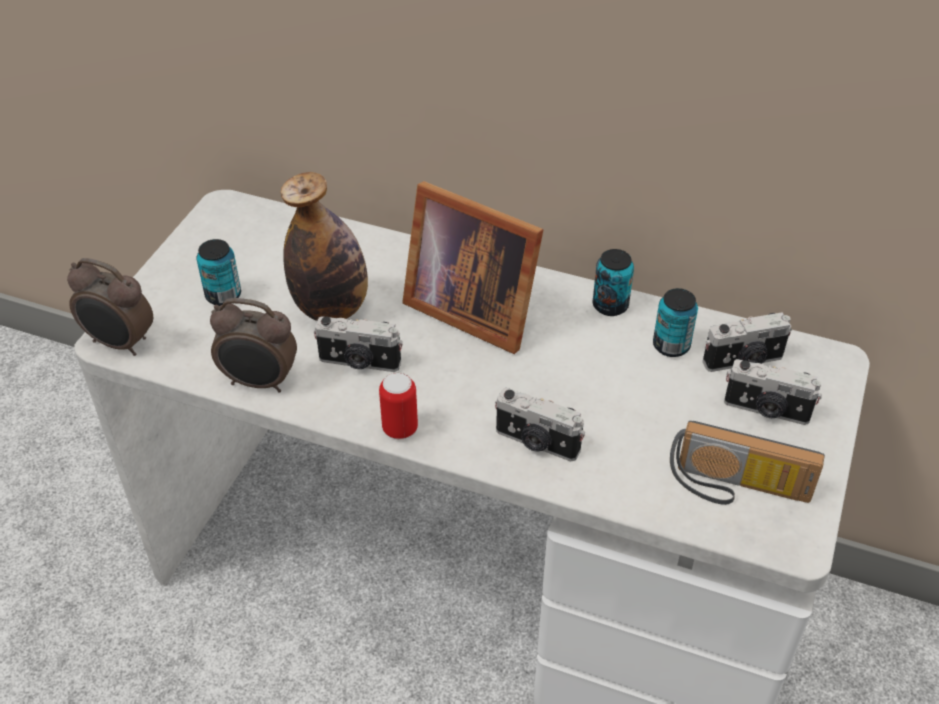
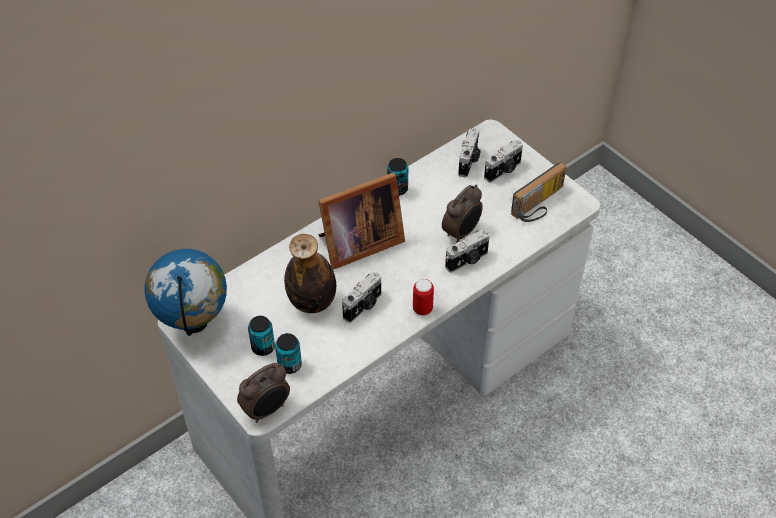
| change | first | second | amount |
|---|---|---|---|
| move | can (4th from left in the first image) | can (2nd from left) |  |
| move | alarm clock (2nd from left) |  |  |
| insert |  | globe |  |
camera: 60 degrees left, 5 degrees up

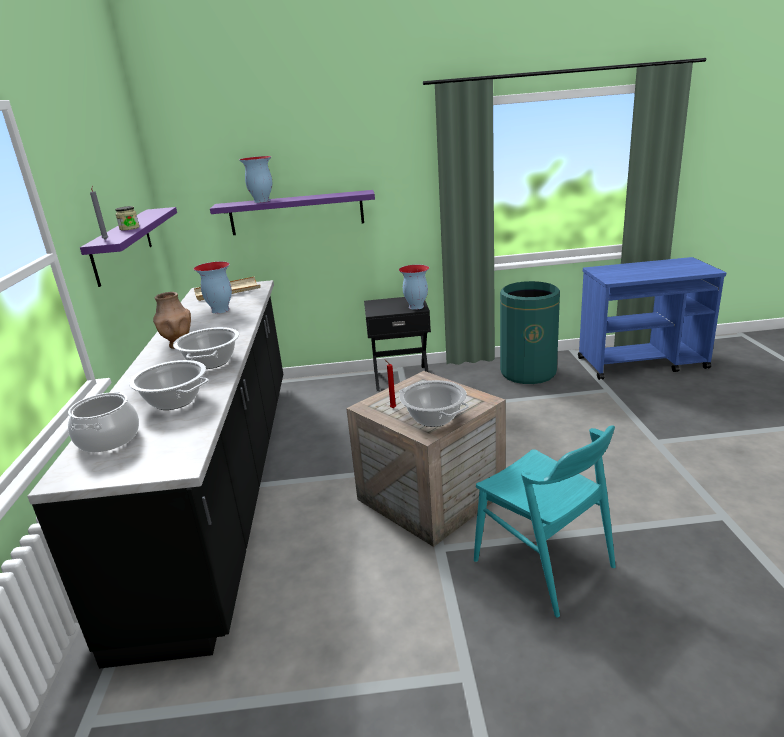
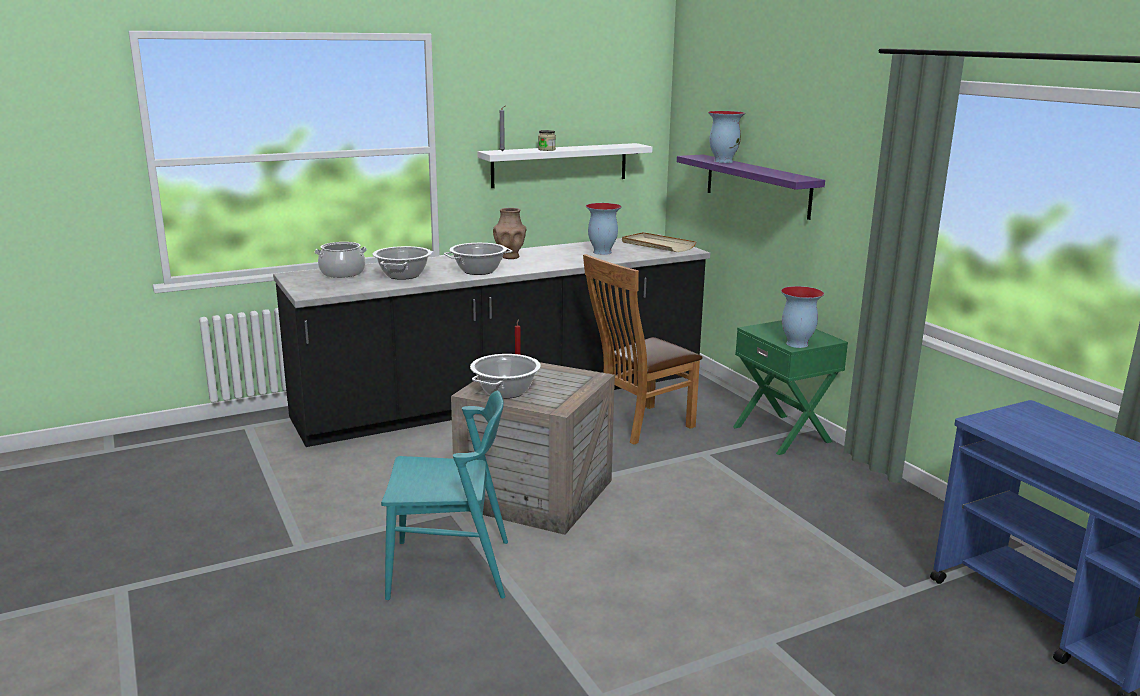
| change | first | second | amount |
|---|---|---|---|
| recolor | shelf/purple (1st from left) | shelf/white |  |
| delete | trash can/green |  |  |
| recolor | nightstand/black | nightstand/green |  |
| rotate | chair/turquoise |  | 120 degrees counterclockwise |
| insert |  | chair/brown |  |
camera: 65 degrees right, 5 degrees down

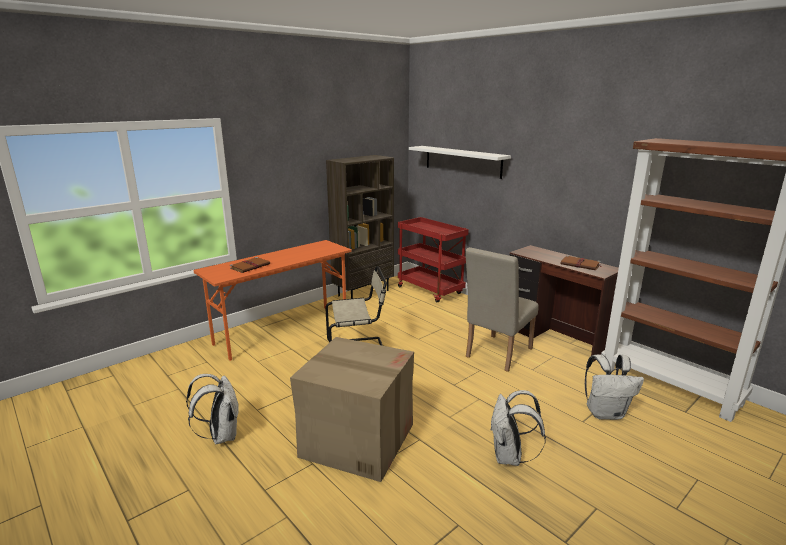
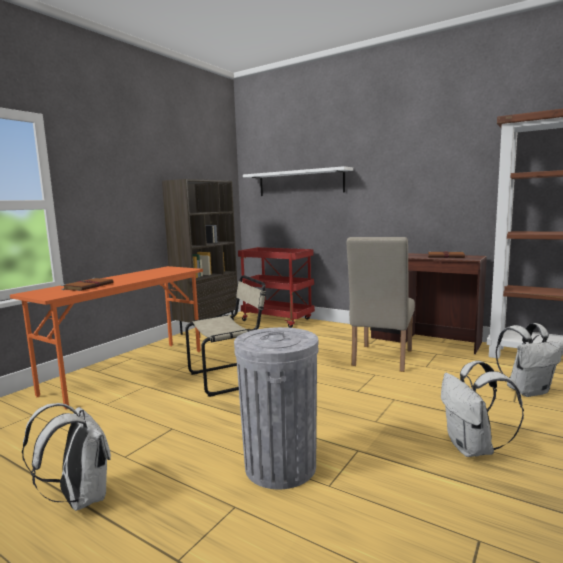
| change | first | second | amount |
|---|---|---|---|
| replace | cardboard box | trash can/grey |  |
camera: 15 degrees left, 10 degrees down

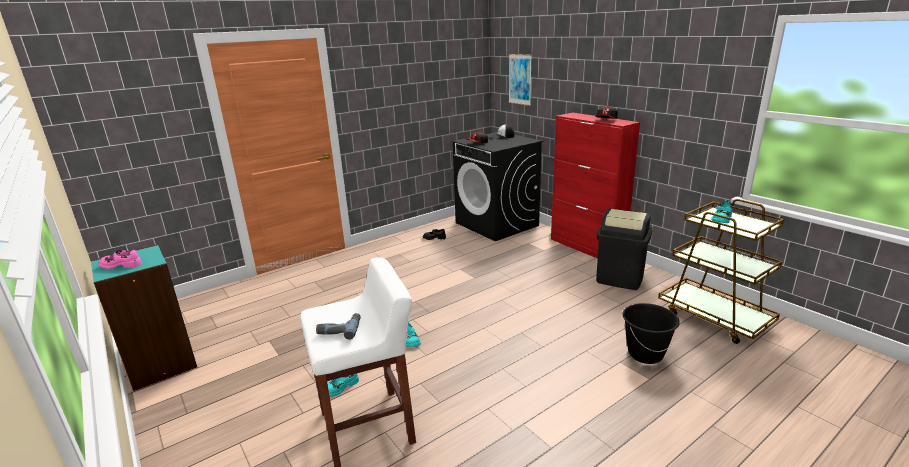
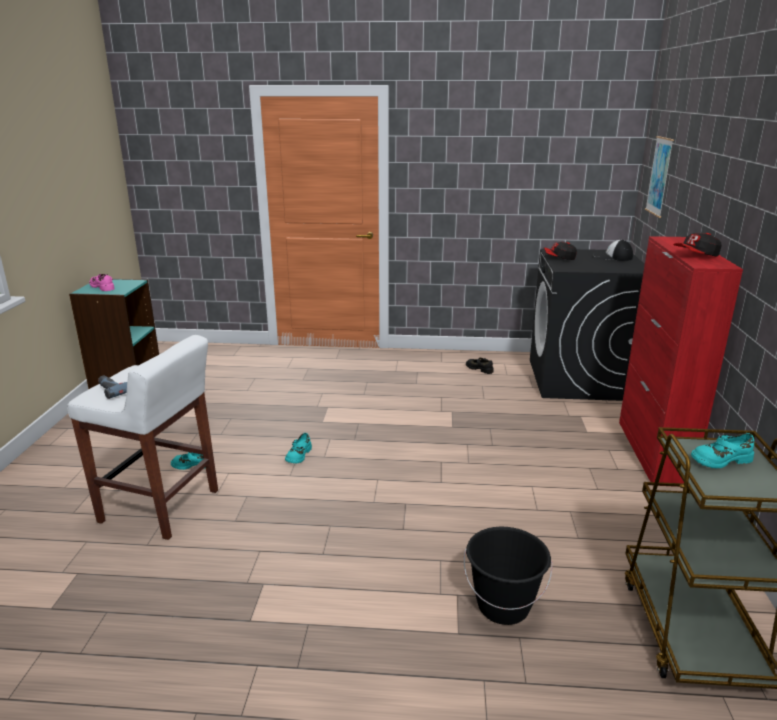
| change | first | second | amount |
|---|---|---|---|
| delete | trash can/black |  |  |
camera: 40 degrees right, 0 degrees up

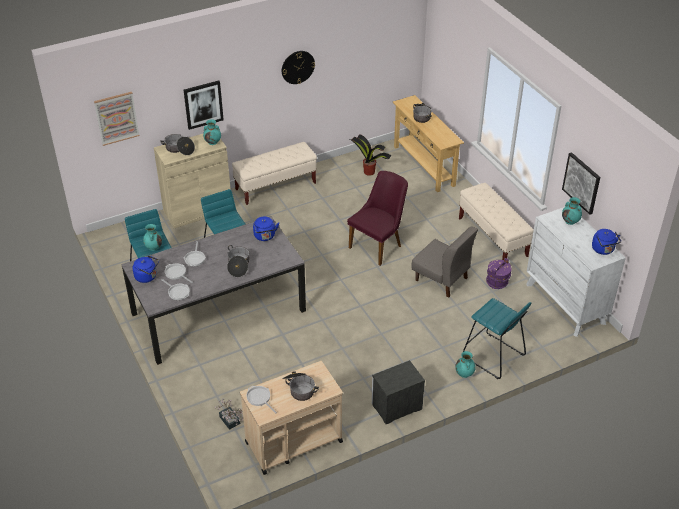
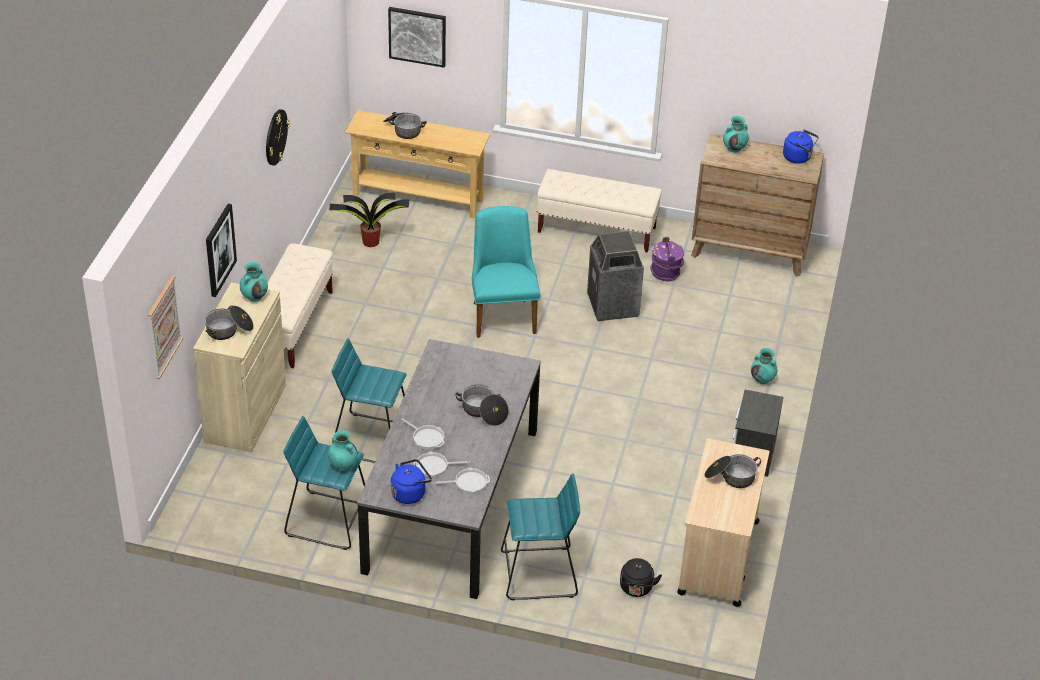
| change | first | second | amount |
|---|---|---|---|
| move | picture (3rd from left) |  |  |
| recolor | chair/purple | chair/turquoise |  |
| recolor | dresser/white | dresser/brown |  |
| delete | kettle/blue (2nd from left) |  |  |
| replace | chair/grey | trash can |  |
| move | stool/turquoise (3rd from left) |  |  |
| delete | frying pan (4th from left) |  |  |
| replace | potted plant (1st from left) | kettle/black |  |
camera: 50 degrees left, 0 degrees up

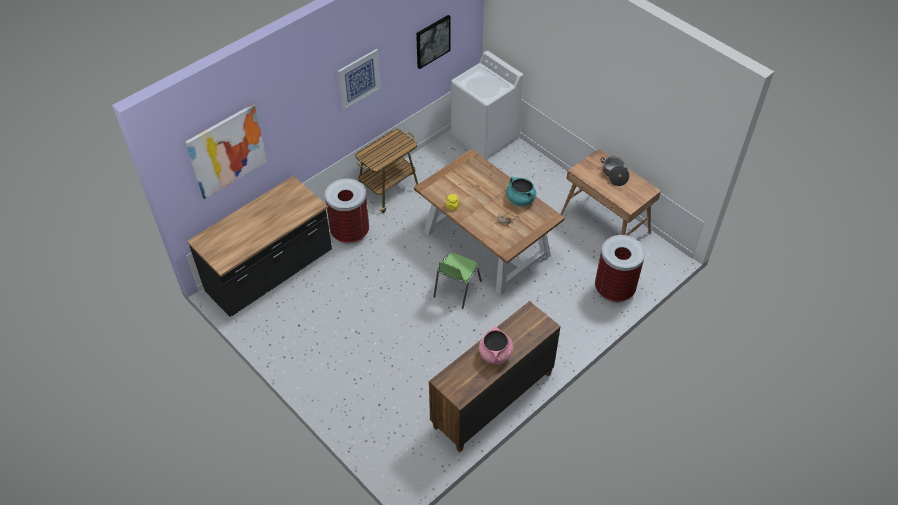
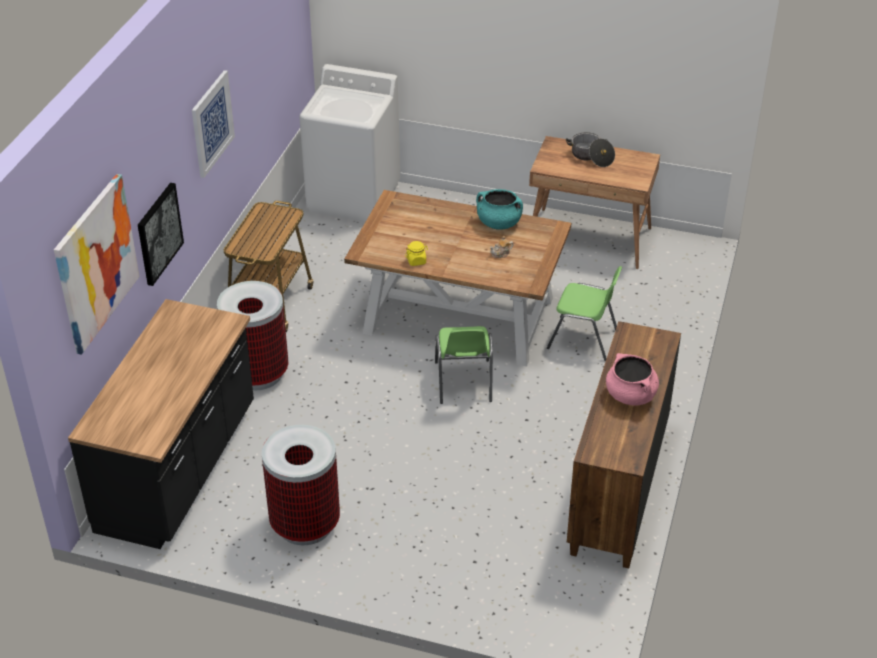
| change | first | second | amount |
|---|---|---|---|
| move | picture (3rd from left in the first image) | picture (2nd from left) |  |
| move | trash can (2nd from left) |  |  |
| insert |  | chair/green (2nd from left) |  |
camera: 30 degrees left, 10 degrees down

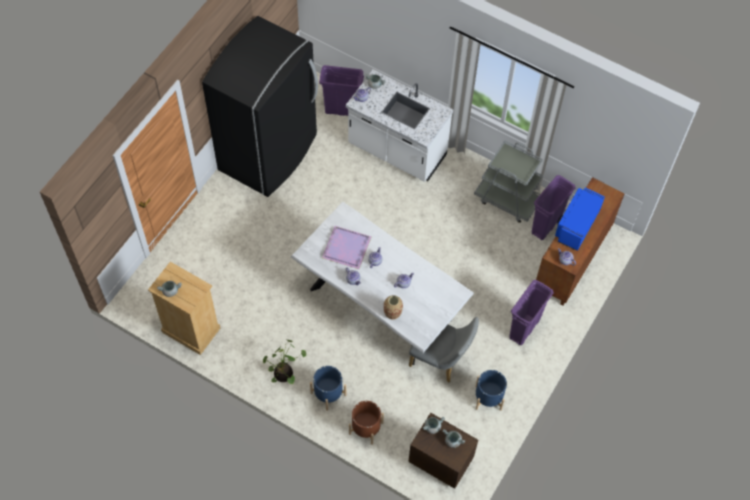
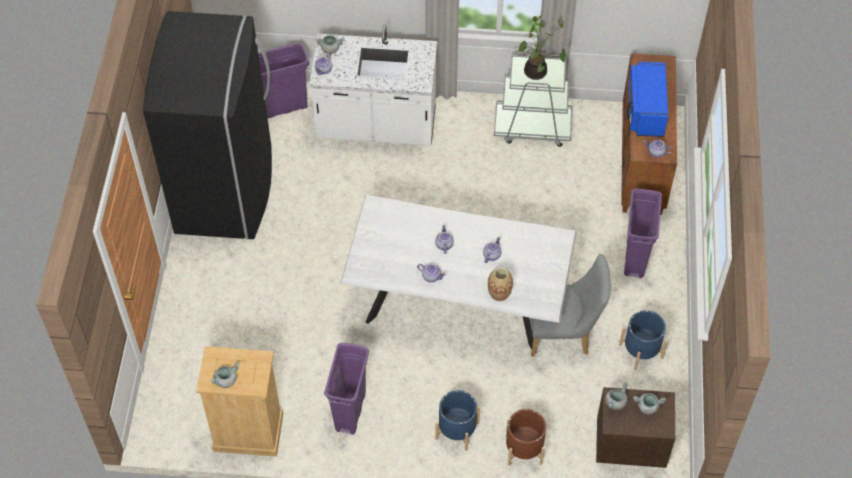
| change | first | second | amount |
|---|---|---|---|
| move | trash can/purple (3rd from left in the first image) | trash can/purple (2nd from left) |  |
| delete | tray/purple |  |  |
| move | potted plant |  |  |
camera: 25 degrees left, 5 degrees down

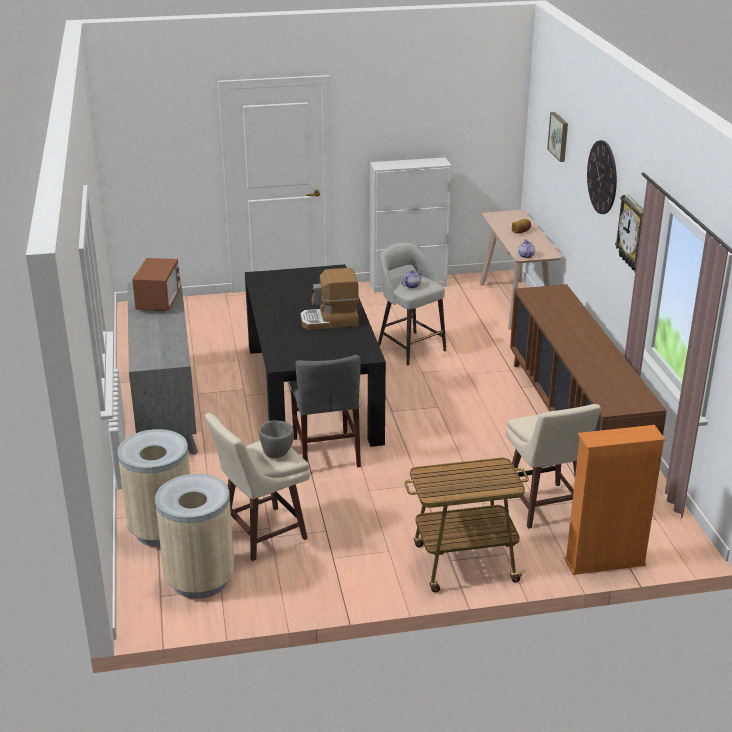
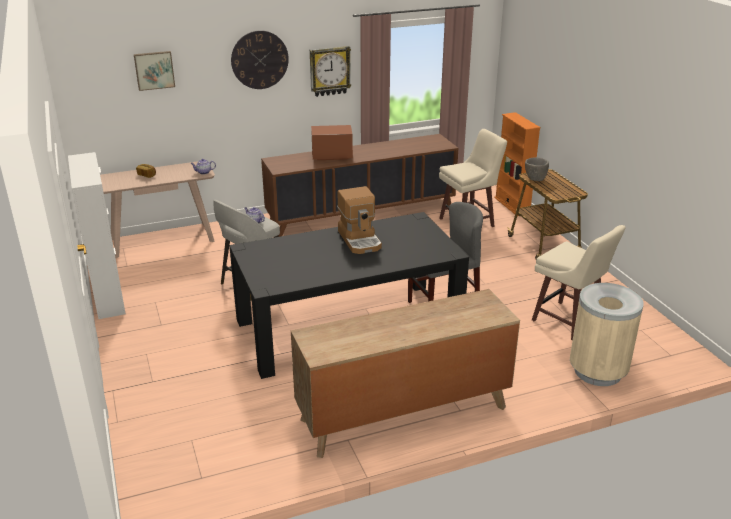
| change | first | second | amount |
|---|---|---|---|
| move | microwave |  |  |
| recolor | dresser/grey | dresser/brown |  |
| move | bowl/grey |  |  |
| delete | trash can/beige (2nd from left) |  |  |
camera: 100 degrees left, 0 degrees up

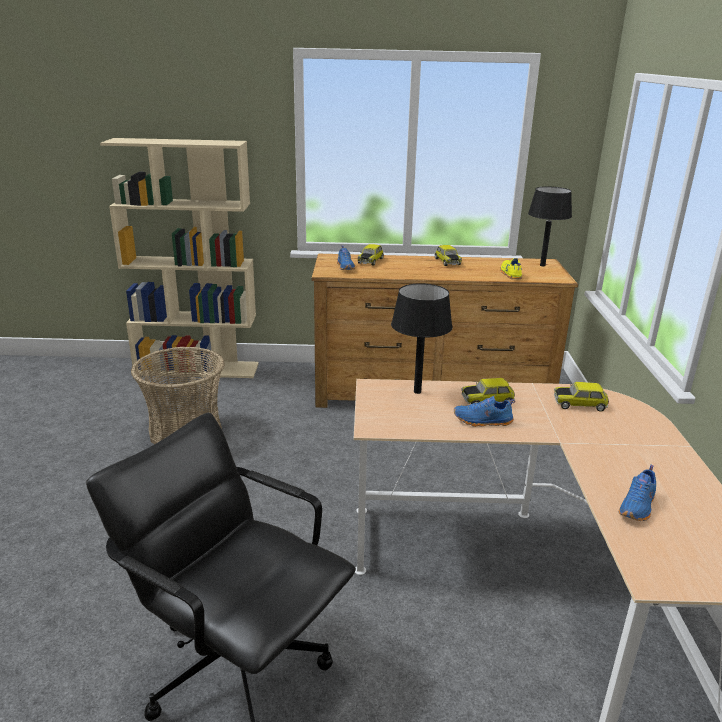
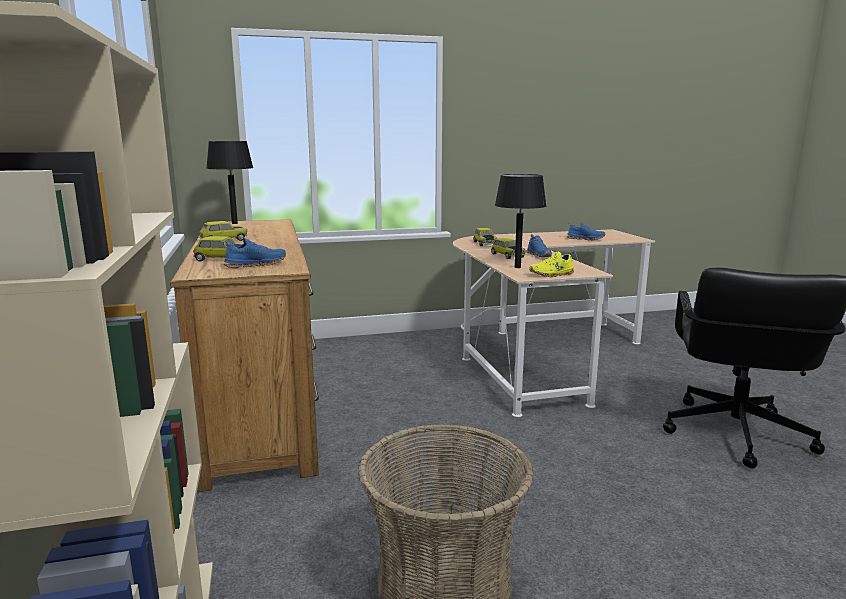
| change | first | second | amount |
|---|---|---|---|
| move | shoe/yellow |  |  |
camera: 105 degrees left, 10 degrees down

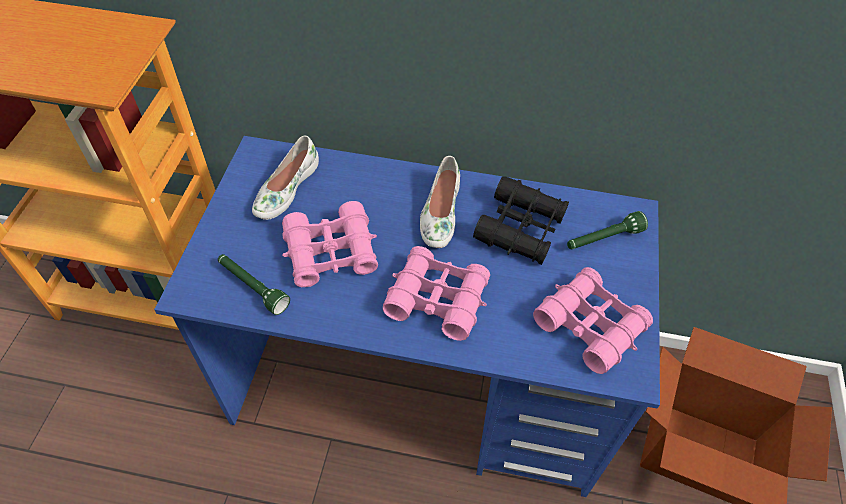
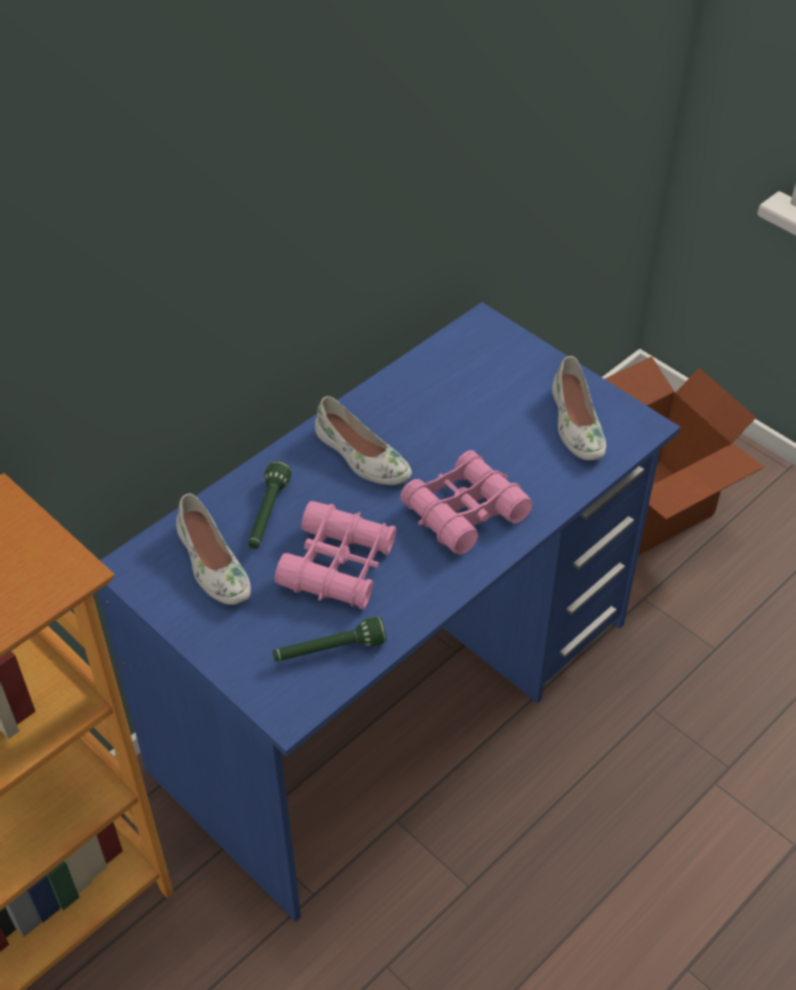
| change | first | second | amount |
|---|---|---|---|
| delete | binoculars/black |  |  |
| move | flashlight/green (2nd from left in the first image) | flashlight/green (1st from left) |  |
| replace | binoculars/pink (3rd from left) | shoe/white (3rd from left) |  |
camera: 55 degrees left, 5 degrees down

